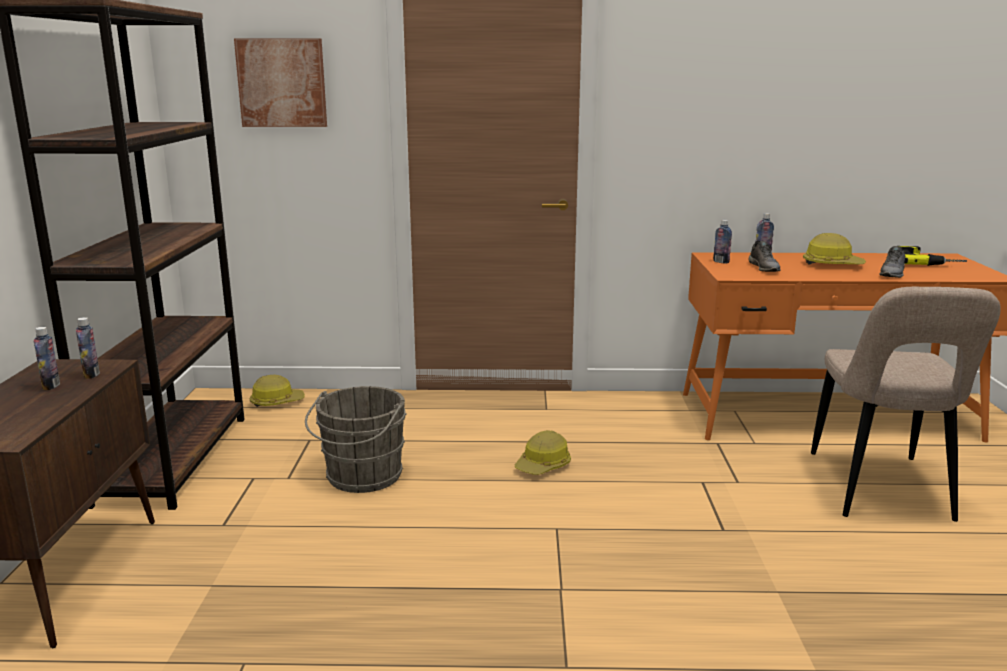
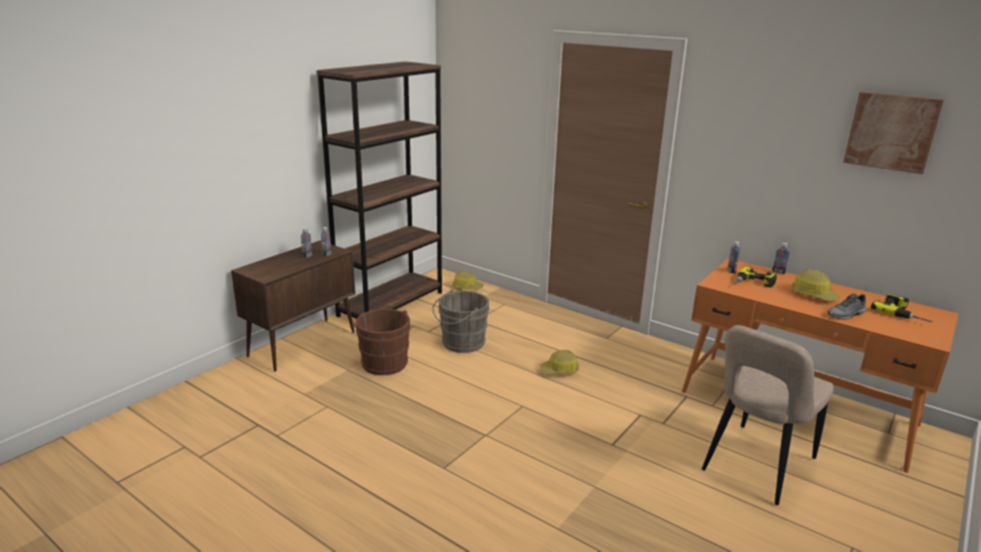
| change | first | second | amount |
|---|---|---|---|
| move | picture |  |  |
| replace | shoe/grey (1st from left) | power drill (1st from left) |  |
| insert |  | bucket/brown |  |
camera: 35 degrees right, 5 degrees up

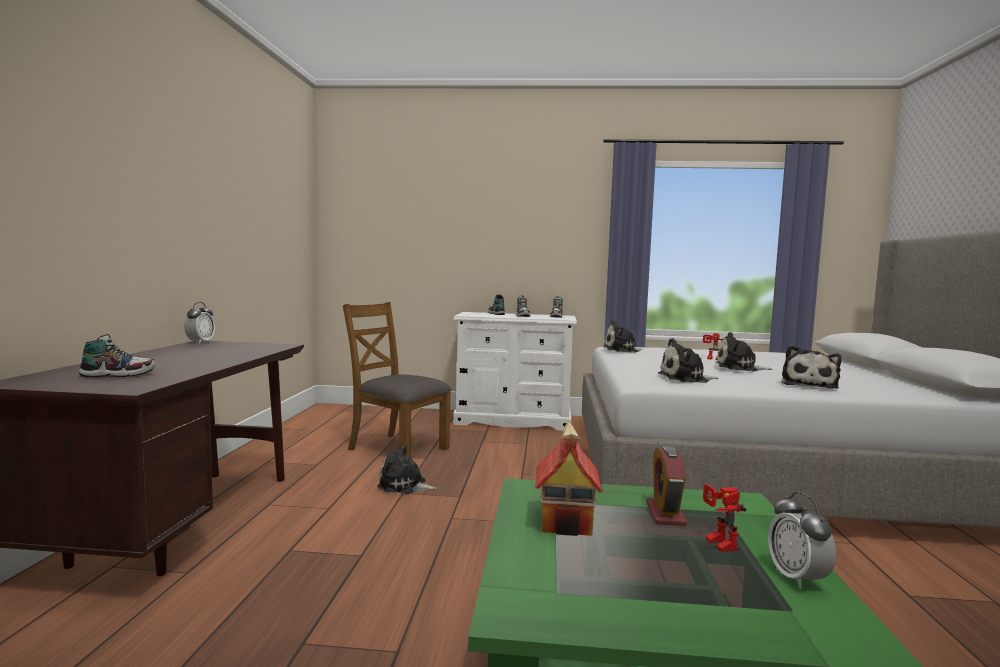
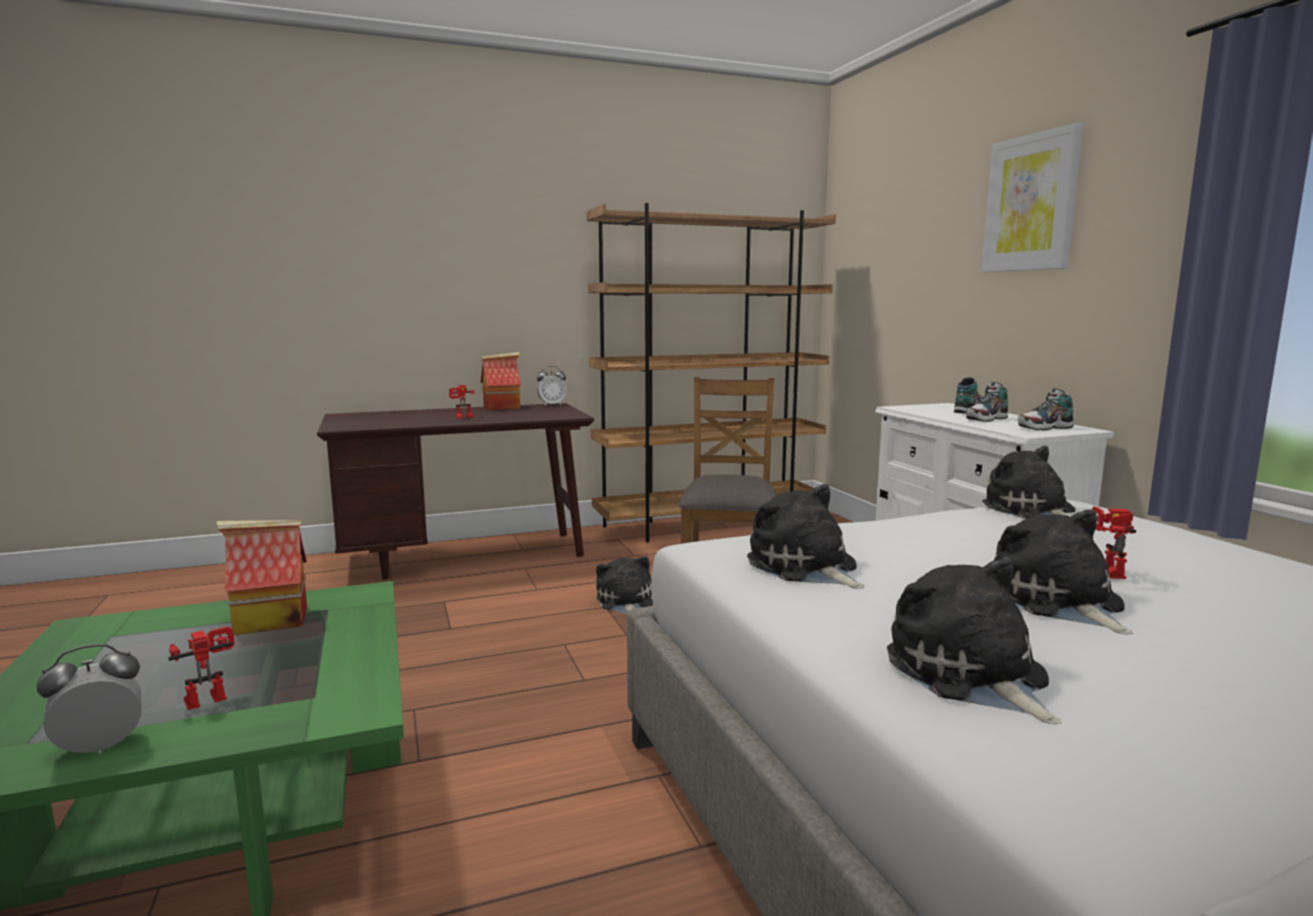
| change | first | second | amount |
|---|---|---|---|
| delete | shoe (1st from left) |  |  |
| rotate | plush toy (5th from left in the first image) | plush toy (3rd from left) | 75 degrees clockwise |
| delete | alarm clock (2nd from left) |  |  |
| insert |  | picture |  |
| insert |  | bookcase/brown |  |
| insert |  | toy house (2nd from left) |  |
| insert |  | toy robot (2nd from left) |  |
camera: 65 degrees right, 5 degrees up

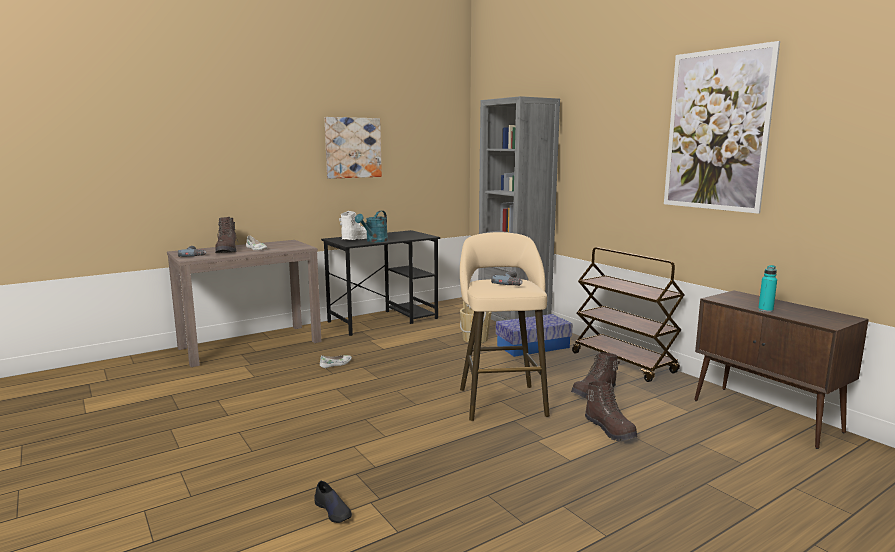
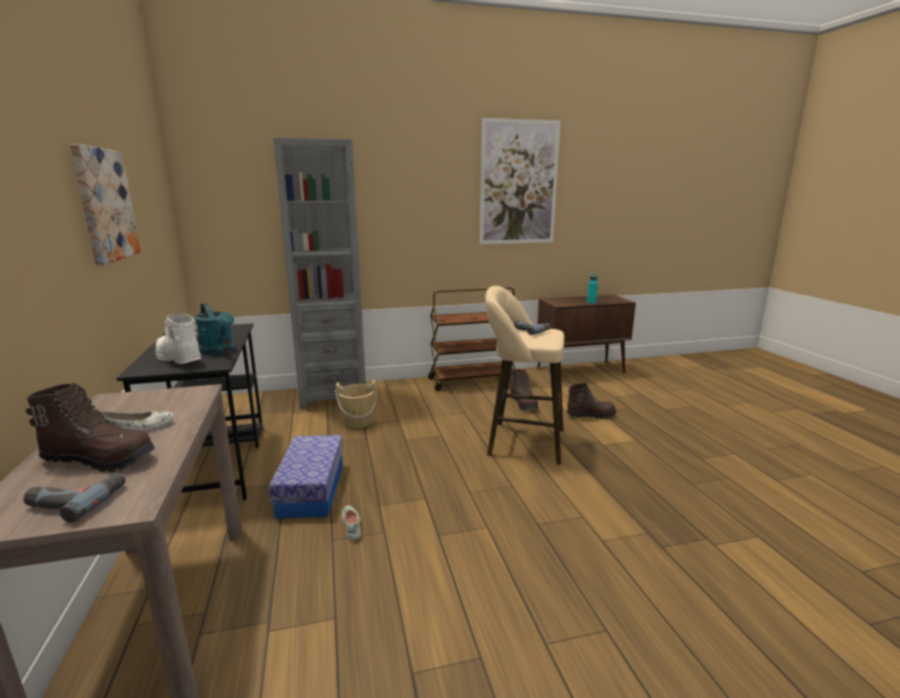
| change | first | second | amount |
|---|---|---|---|
| move | storage box |  |  |
| delete | shoe/black |  |  |
camera: 70 degrees left, 5 degrees up

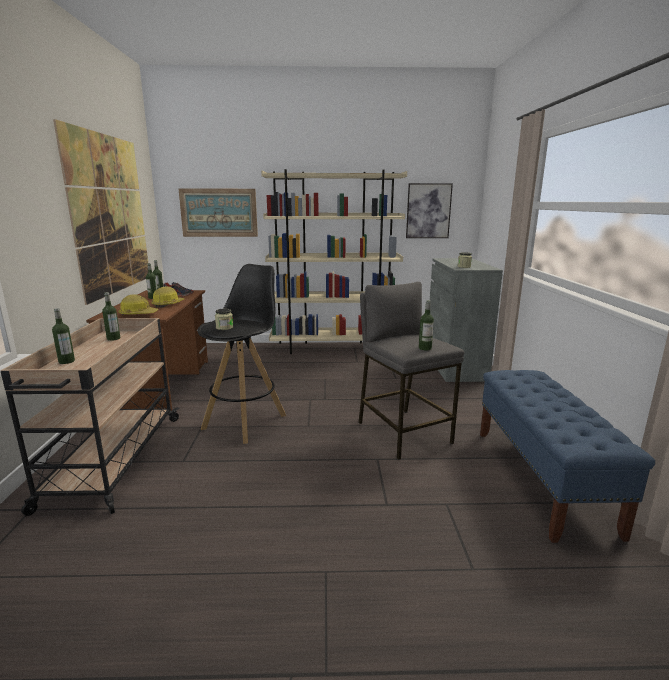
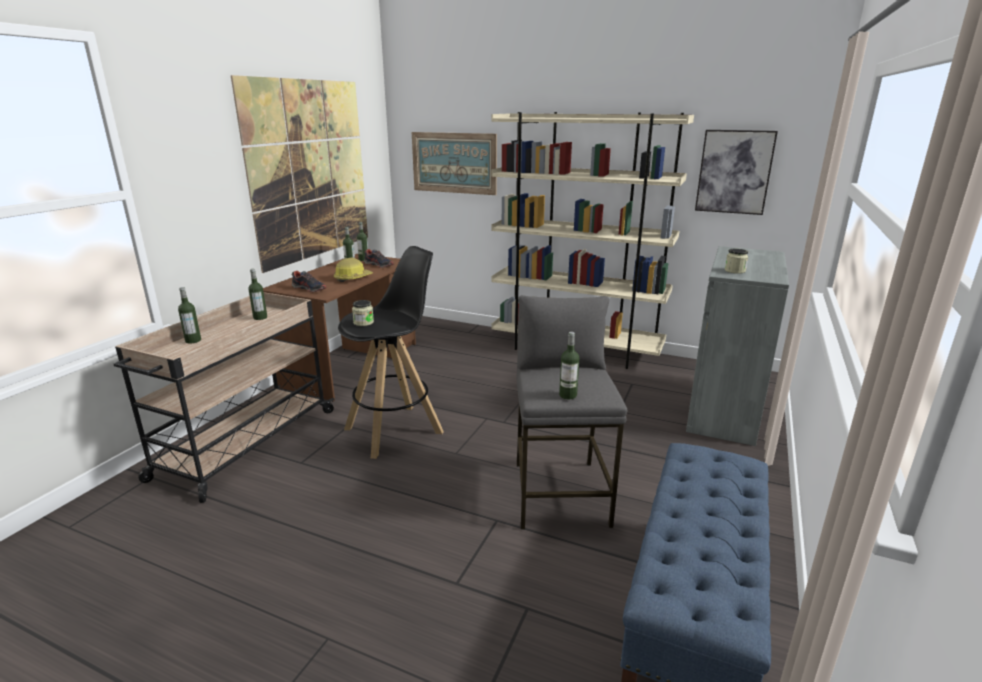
| change | first | second | amount |
|---|---|---|---|
| replace | hard hat (1st from left) | shoe (1st from left) |  |
camera: 25 degrees right, 5 degrees up

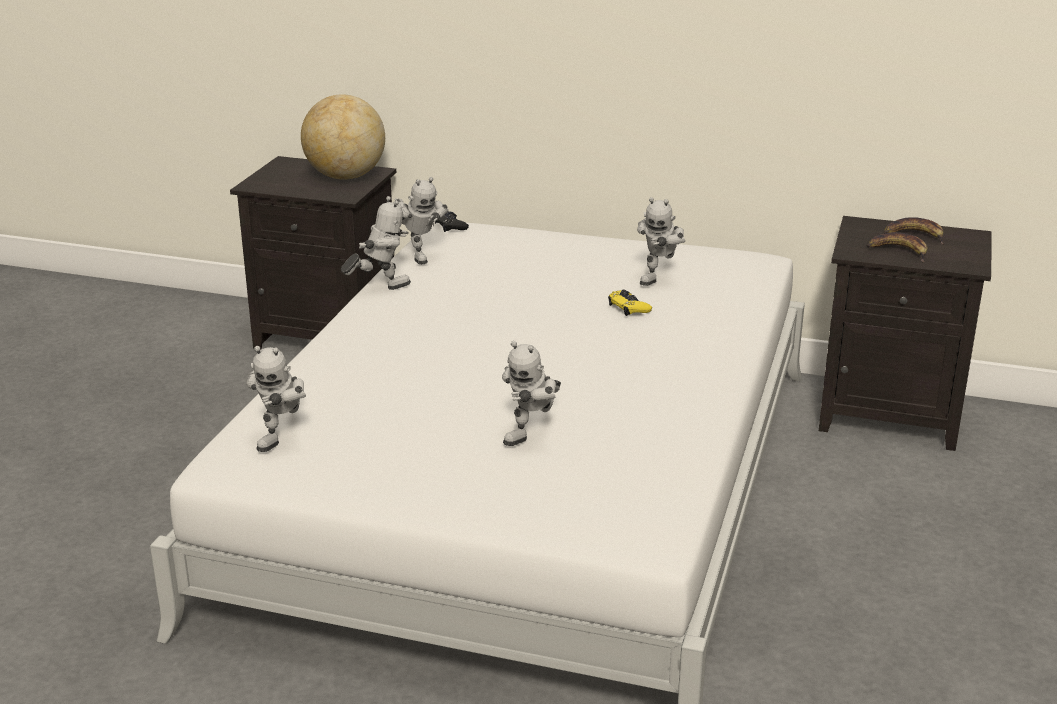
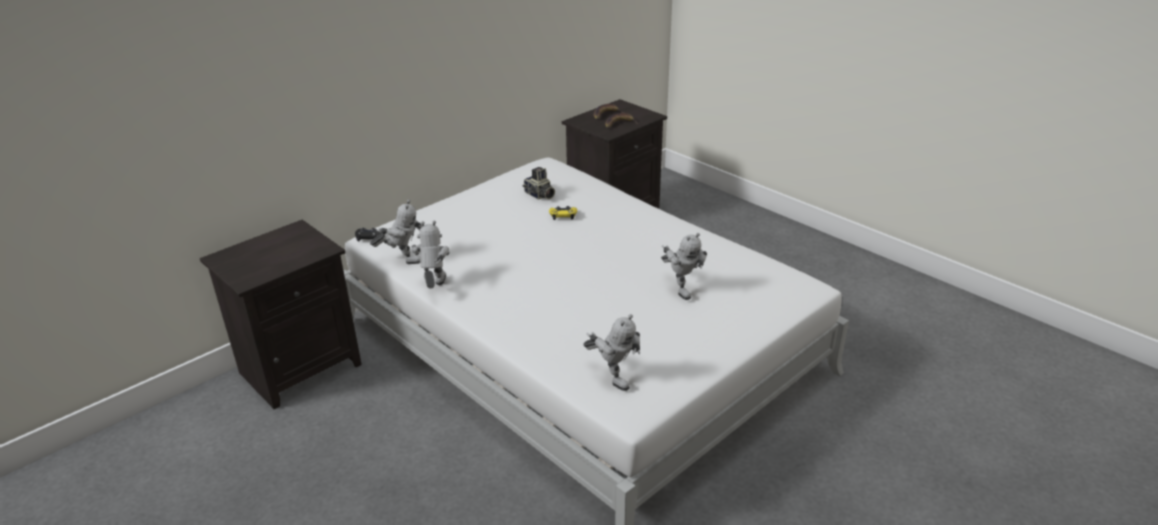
| change | first | second | amount |
|---|---|---|---|
| delete | globe |  |  |
| replace | toy robot (5th from left) | photo camera |  |
camera: 60 degrees left, 5 degrees up

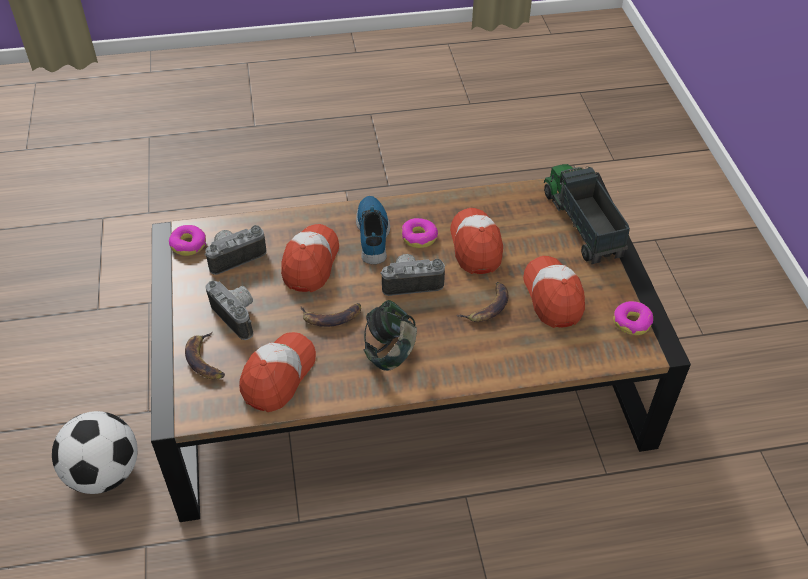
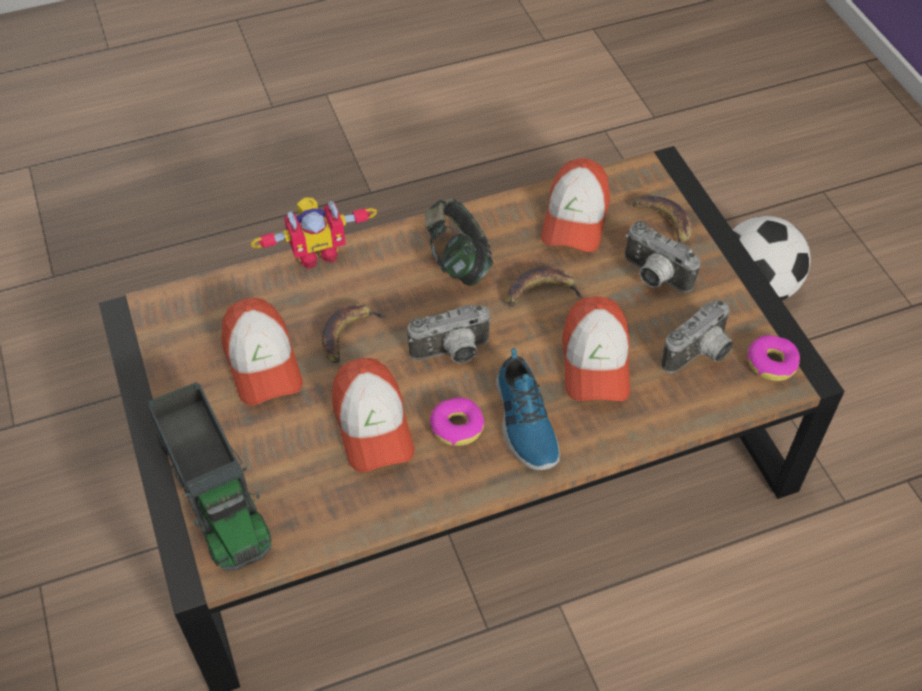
| change | first | second | amount |
|---|---|---|---|
| delete | donut (3rd from left) |  |  |
| insert |  | toy robot |  |
camera: 170 degrees right, 5 degrees up

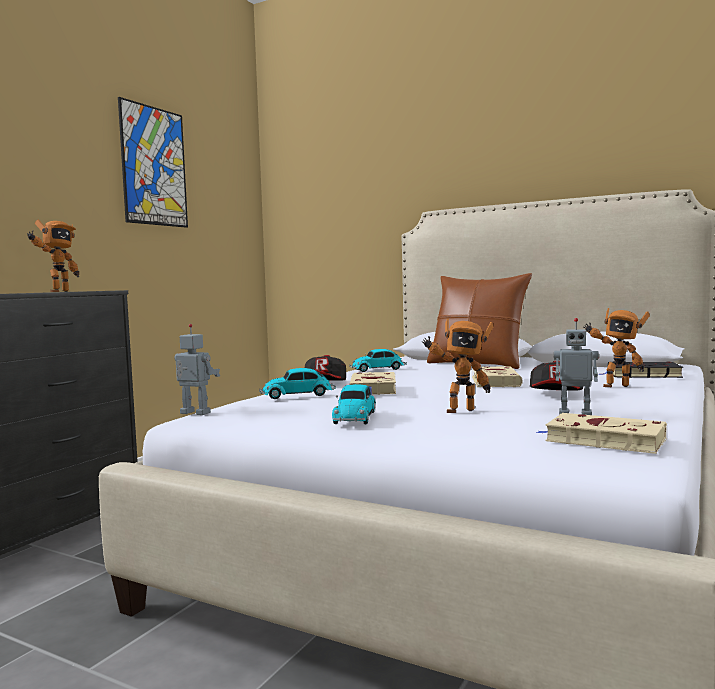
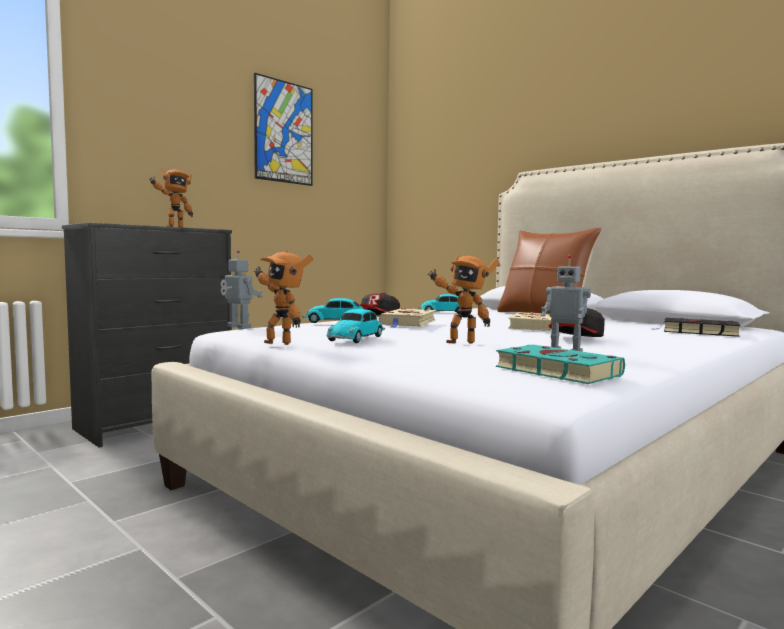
| change | first | second | amount |
|---|---|---|---|
| move | toy robot (5th from left in the first image) | toy robot (3rd from left) |  |
| recolor | book/beige (3rd from left) | book/turquoise |  |
camera: 15 degrees right, 0 degrees up

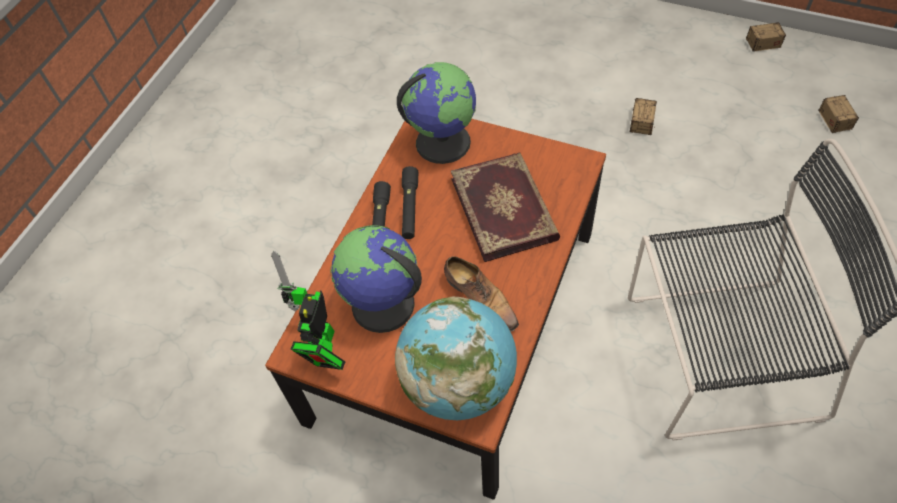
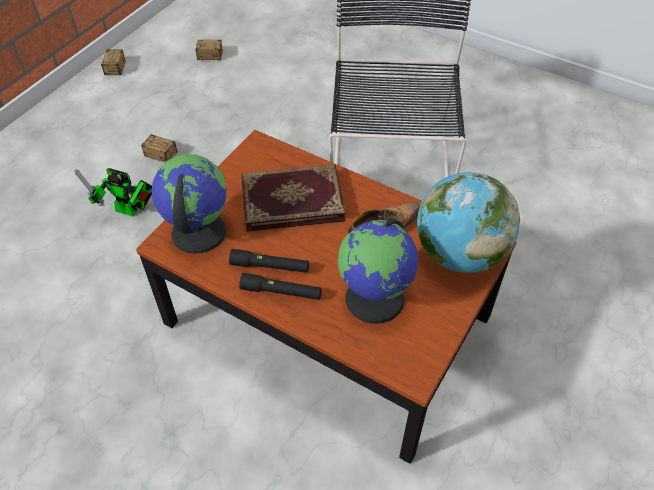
| change | first | second | amount |
|---|---|---|---|
| move | toy robot |  |  |
camera: 85 degrees left, 5 degrees down

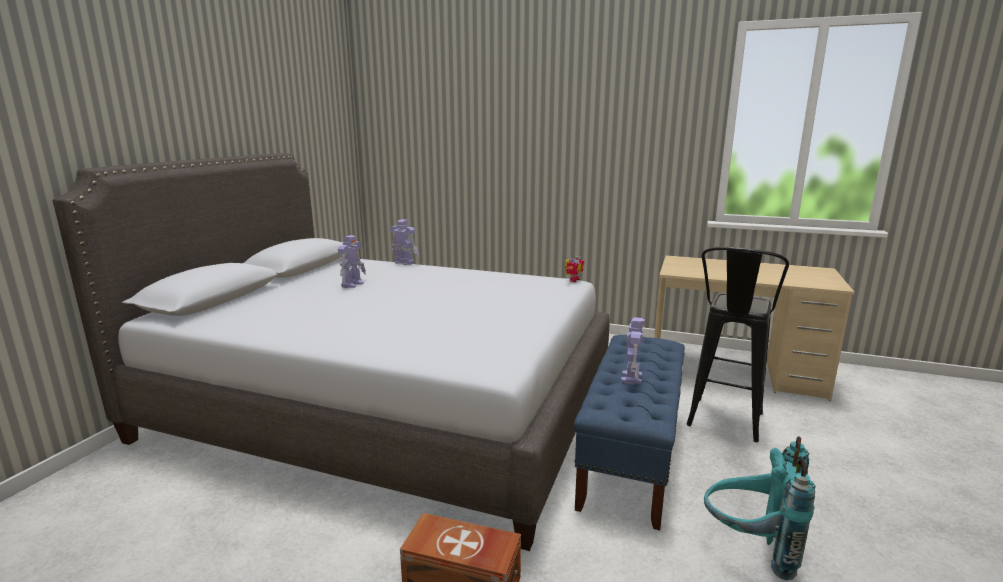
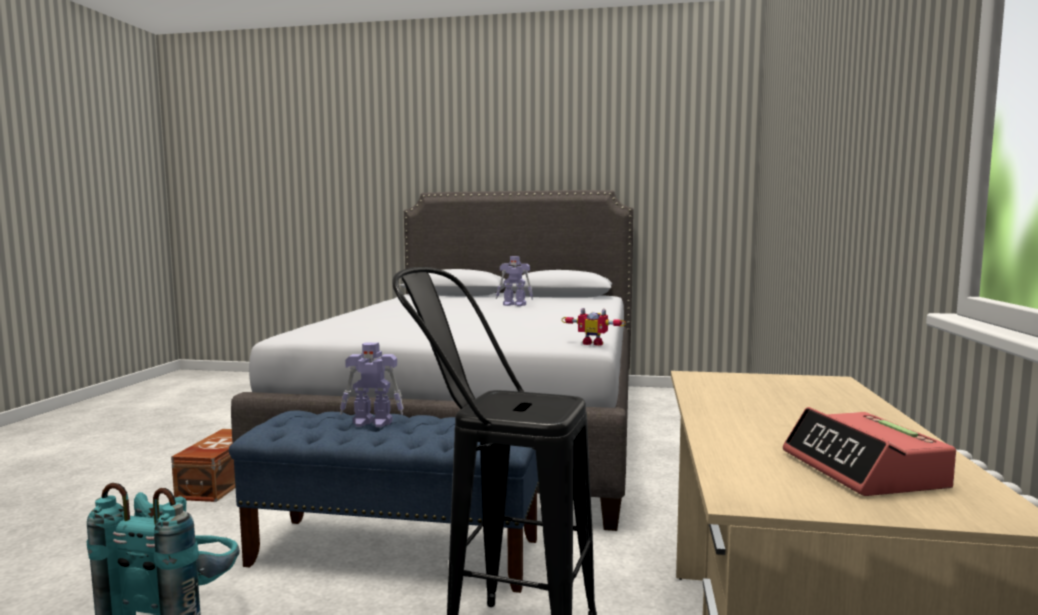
| change | first | second | amount |
|---|---|---|---|
| delete | toy robot (2nd from left) |  |  |
| insert |  | alarm clock |  |
camera: 80 degrees right, 10 degrees down

